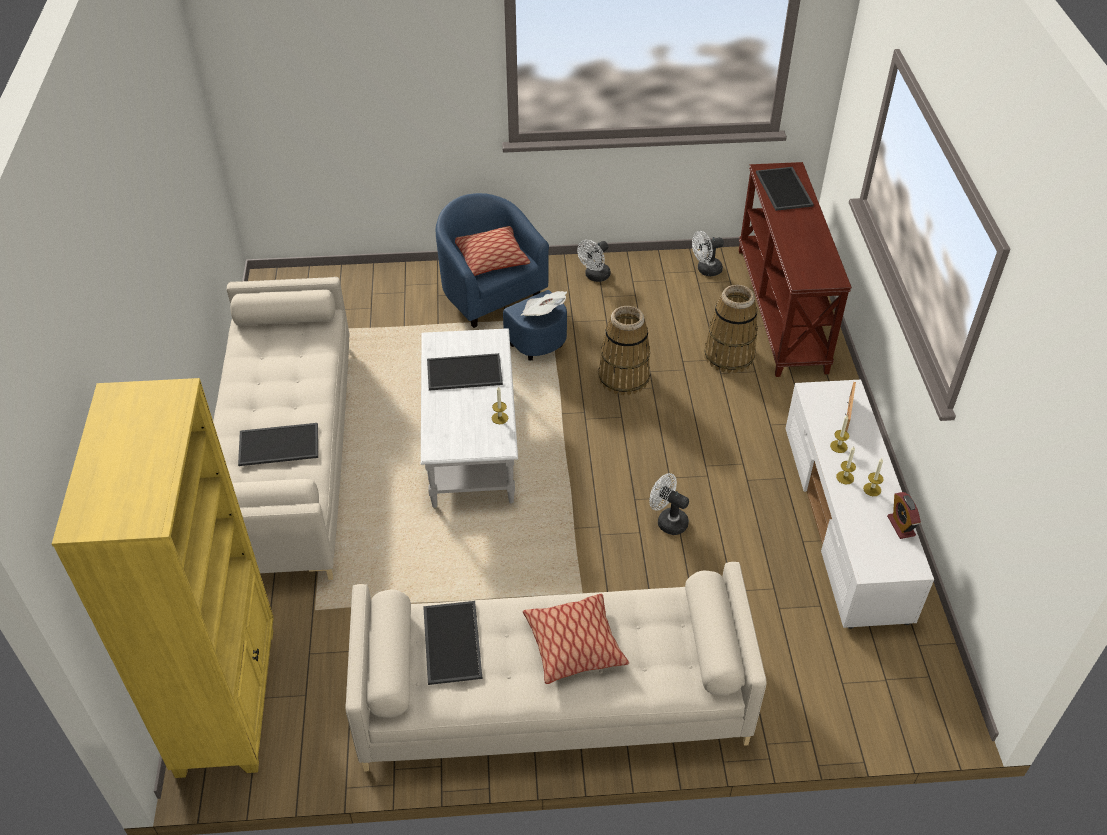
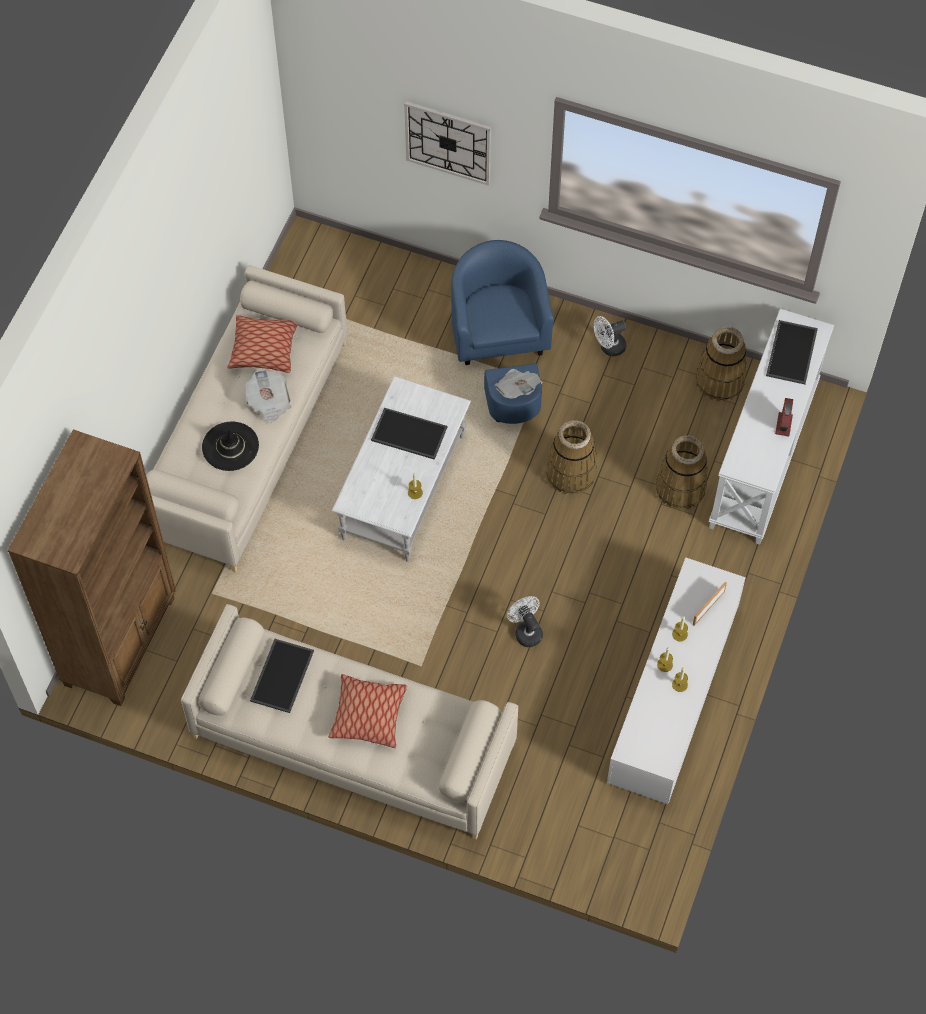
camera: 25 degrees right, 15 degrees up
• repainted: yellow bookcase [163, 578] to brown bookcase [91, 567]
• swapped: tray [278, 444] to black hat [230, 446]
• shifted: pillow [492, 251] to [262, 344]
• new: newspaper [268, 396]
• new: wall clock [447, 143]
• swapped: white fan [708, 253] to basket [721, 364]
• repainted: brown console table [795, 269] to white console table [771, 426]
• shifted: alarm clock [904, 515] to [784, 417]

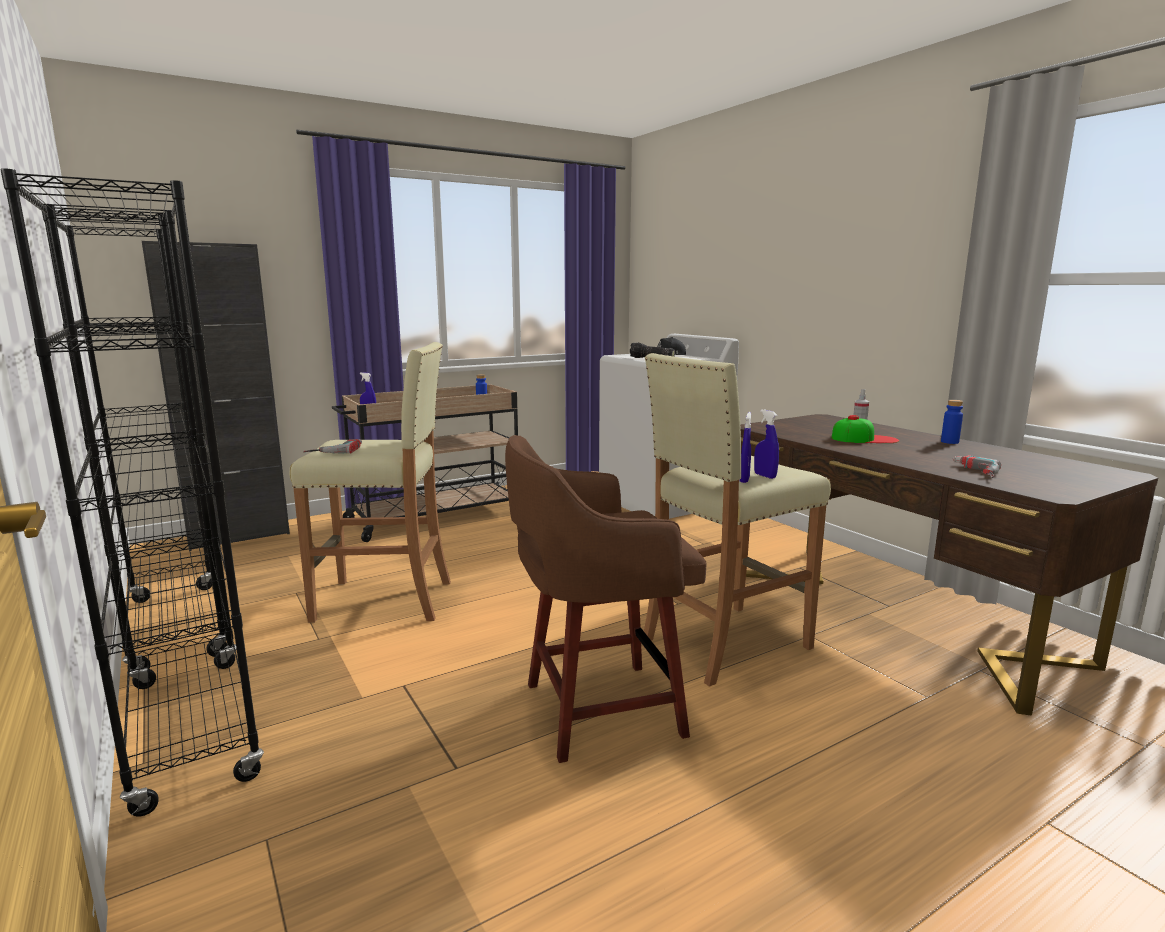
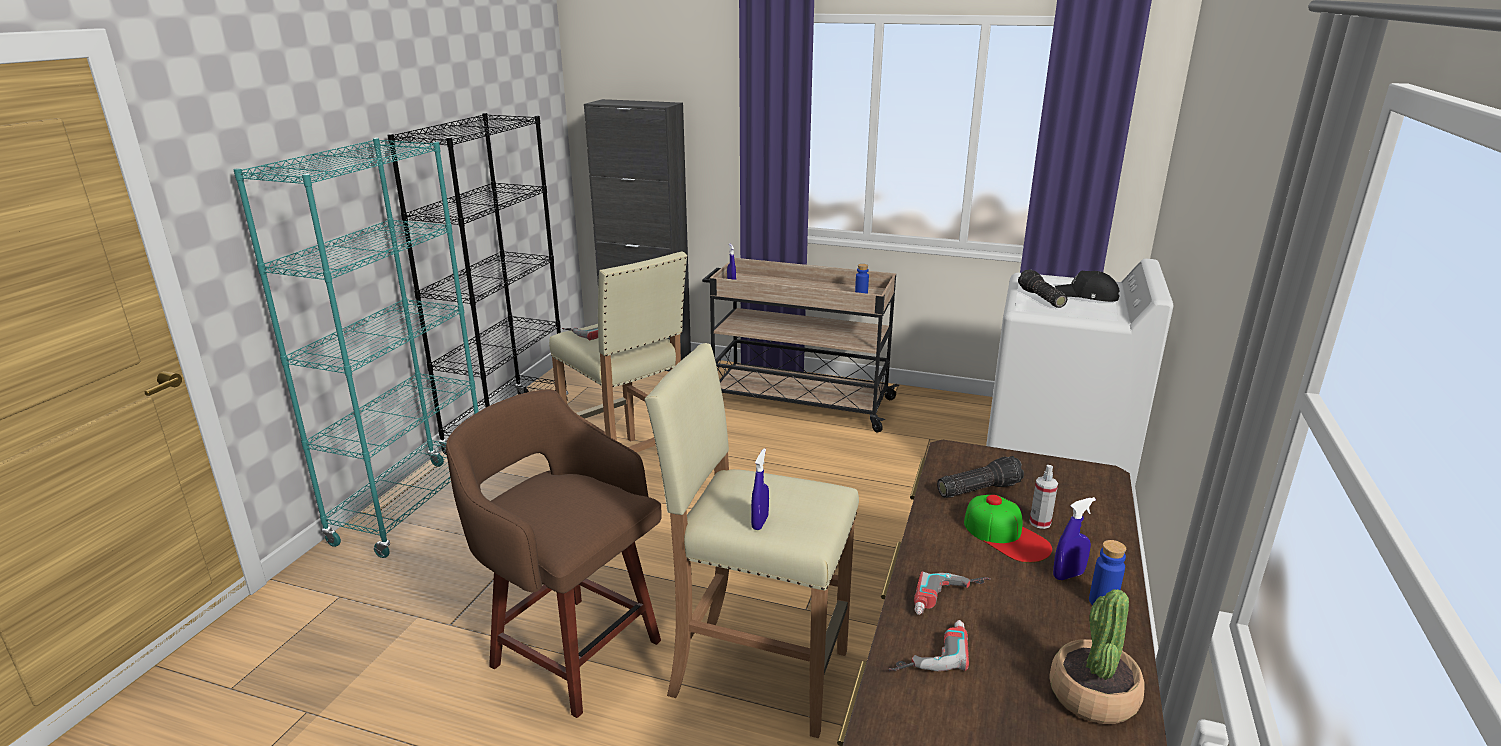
camera: 50 degrees right, 10 degrees up
• repainted: black bookcase [132, 492] to turquoise bookcase [356, 348]
• new: power drill [952, 593]
• new: flashlight [980, 477]
• new: potted plant [1097, 656]
• shifted: blue spray bottle [745, 447] to [1074, 538]

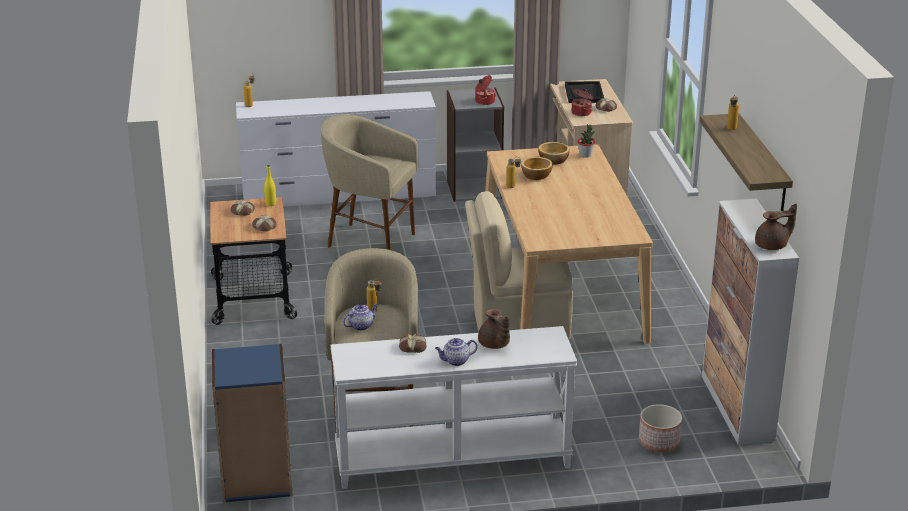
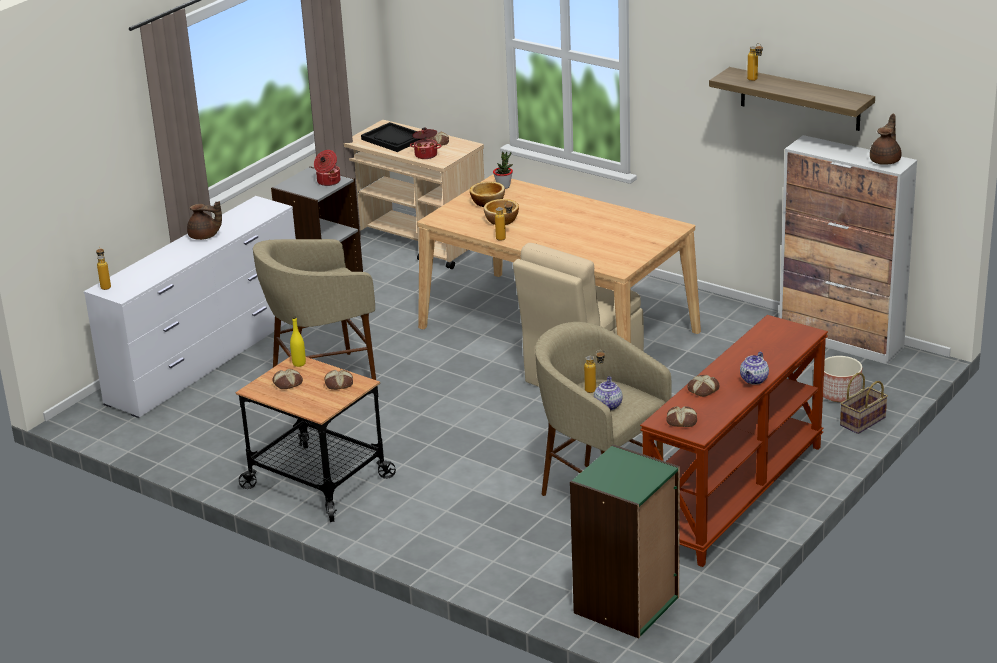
camera: 45 degrees left, 0 degrees up
• shifted: brown teapot [494, 329] to [204, 220]
• repainted: blue bookcase [252, 423] to green bookcase [625, 541]
• repainted: white console table [454, 407] to brown console table [734, 441]
• new: bread [681, 416]
• new: basket [864, 403]

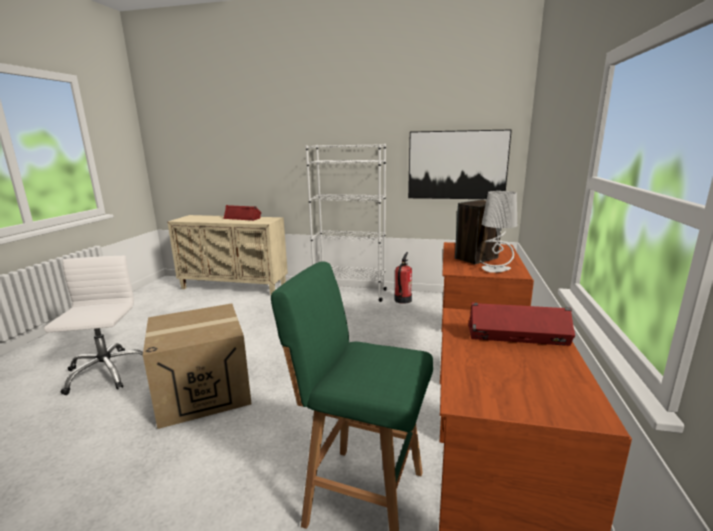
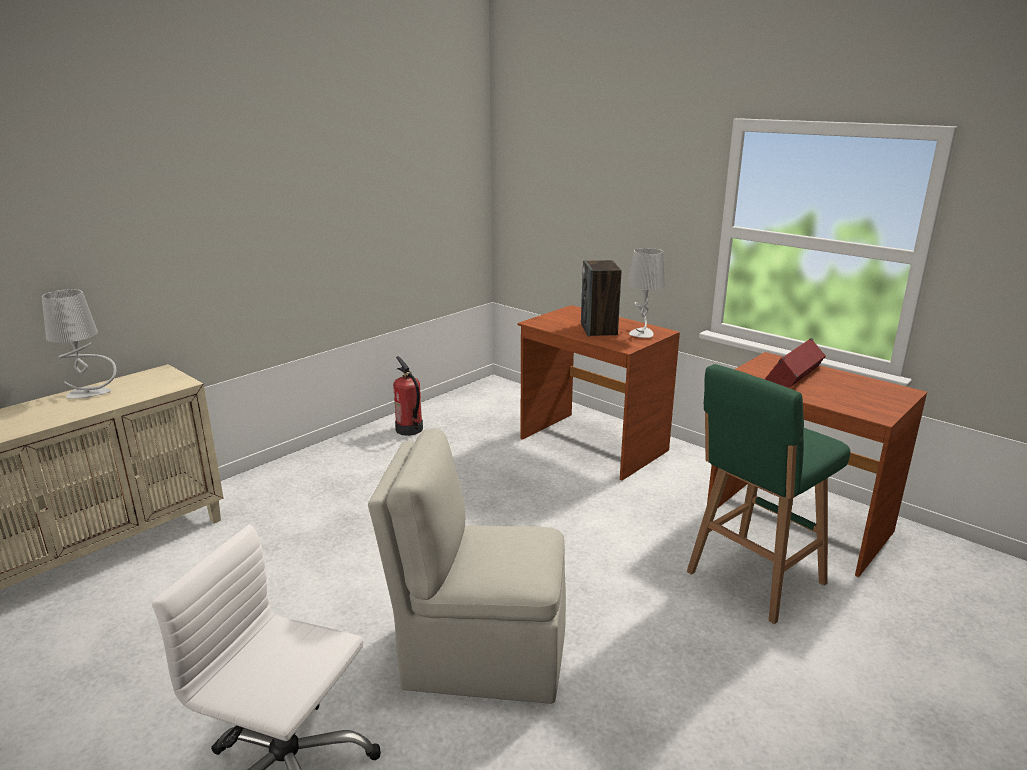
camera: 60 degrees left, 5 degrees up
• swapped: red speaker [242, 213] to grey table lamp [79, 344]
• swapped: cardboard box [197, 366] to beige chair [467, 566]
• gone: white bookcase [346, 223]
• gone: picture [460, 164]

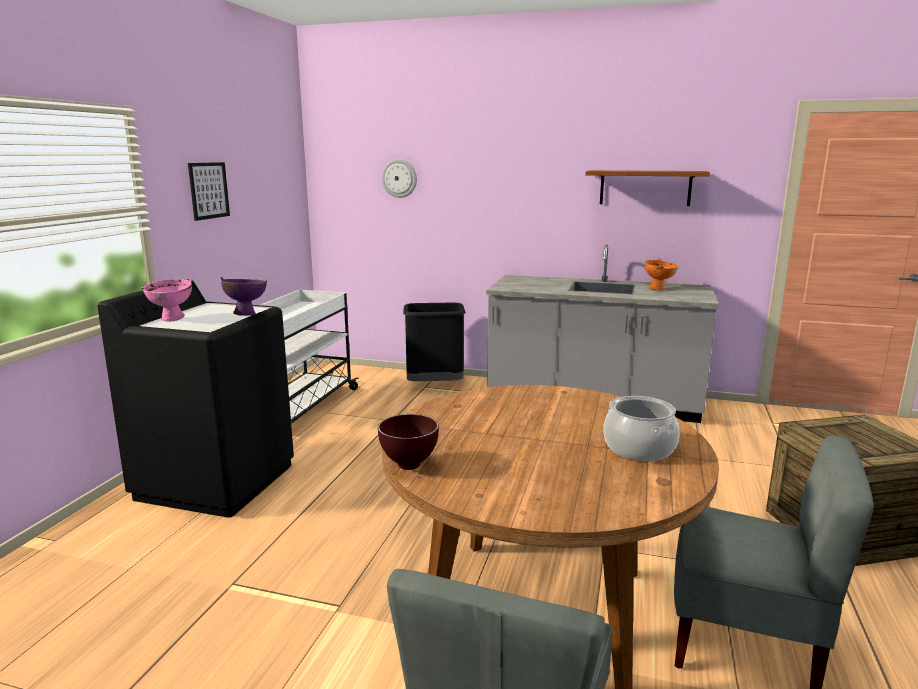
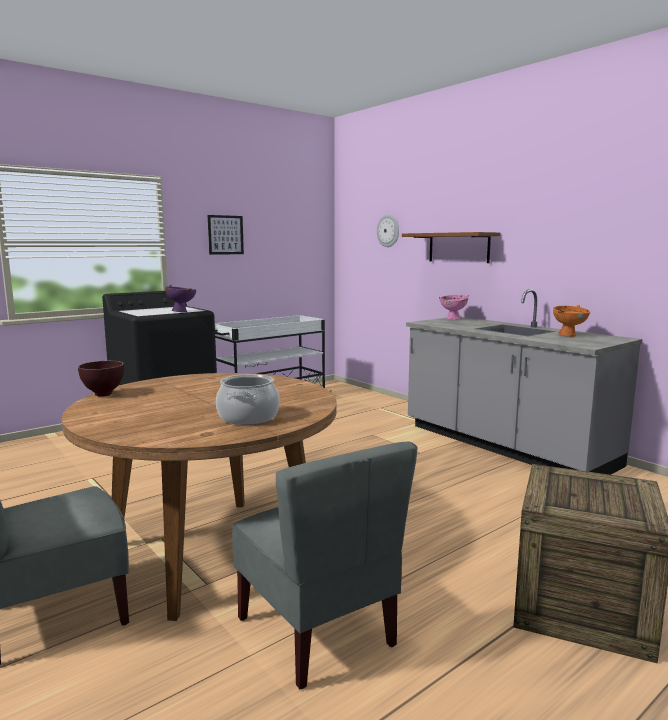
camera: 35 degrees right, 5 degrees down
• shifted: brown shelf [647, 188] to [451, 247]
• shifted: pink bowl [166, 300] to [454, 307]
• gone: black trash can [434, 342]

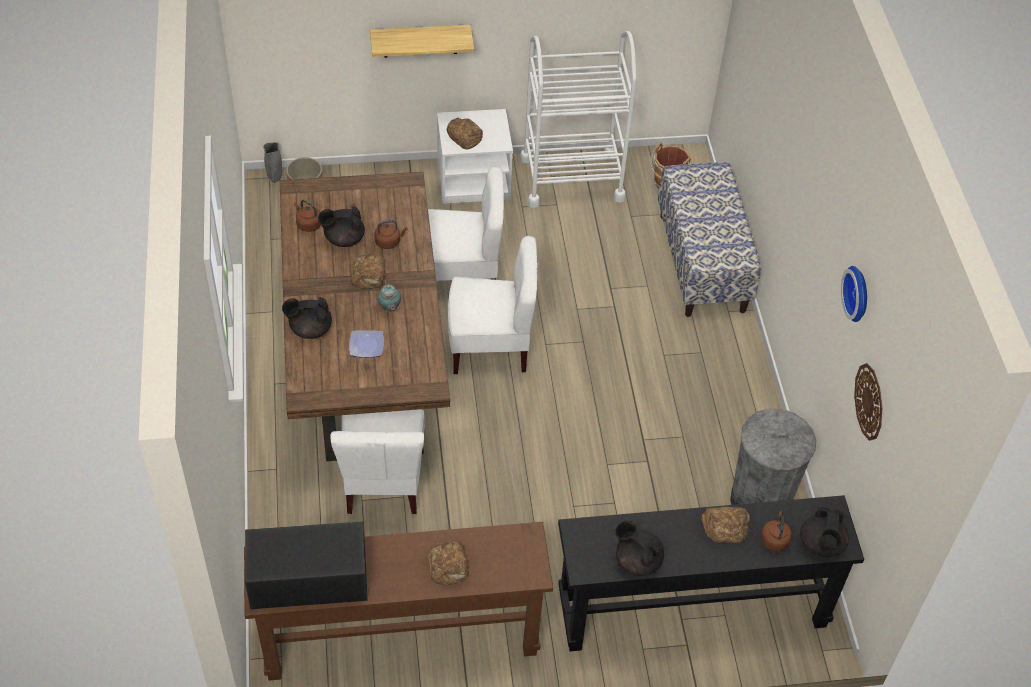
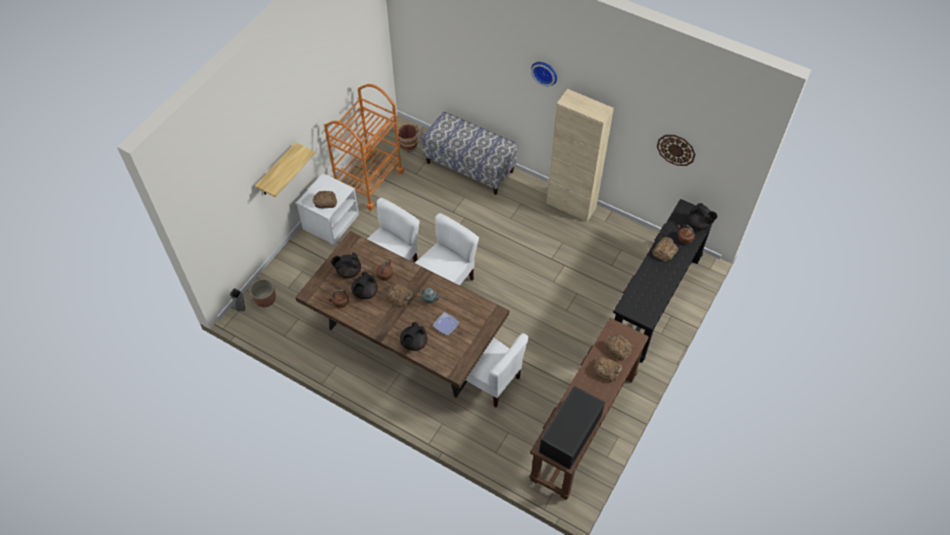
camera: 50 degrees left, 5 degrees up
• repainted: white cart [578, 119] to orange cart [364, 147]
• shifted: black teapot [639, 548] to [346, 265]
• shifted: wall clock [854, 294] to [544, 74]
• new: beige cabinet [580, 155]
• new: bread [618, 348]
• gone: grey trash can [773, 456]

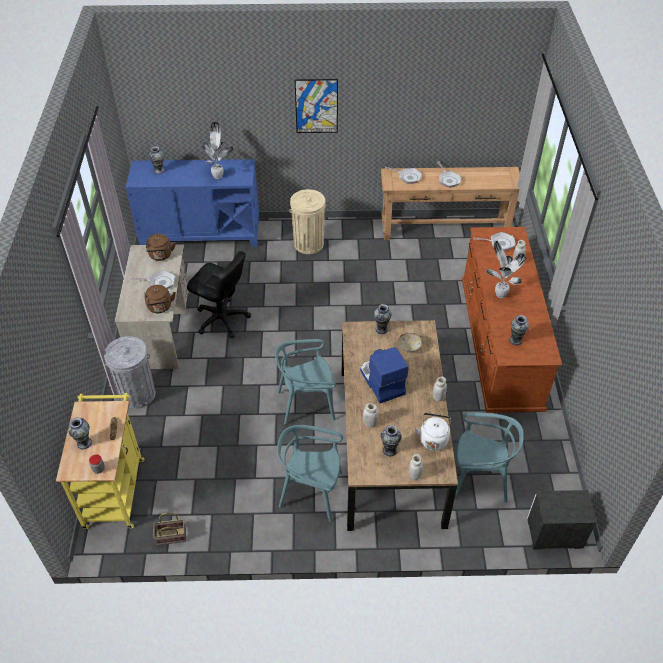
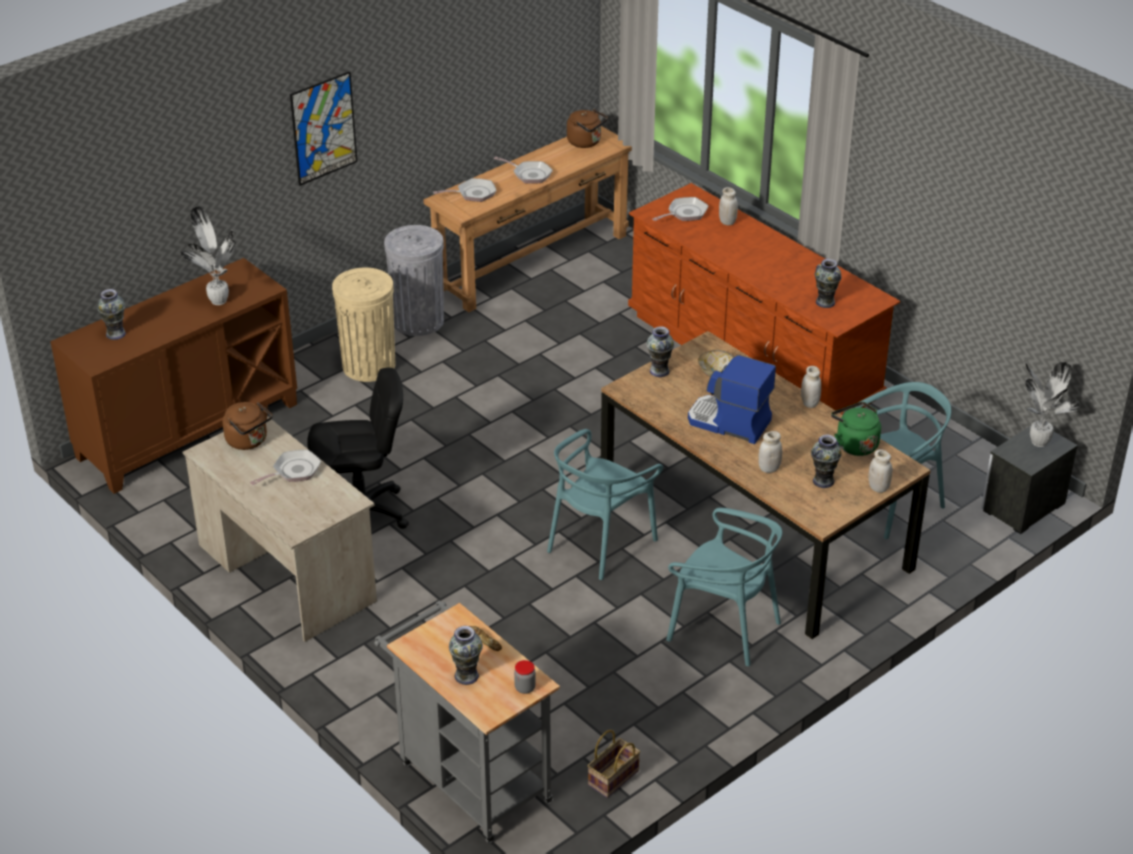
camera: 40 degrees left, 10 degrees down
• repainted: blue cabinet [192, 203] to brown cabinet [173, 376]
• repainted: yellow cart [100, 461] to grey cart [467, 722]
• shifted: grey trash can [130, 372] to [414, 280]
• shifted: brown kettle [160, 299] to [587, 128]
• rotated: turquoise chair [310, 473] = [724, 587] 120 degrees counterclockwise
• repainted: white kettle [432, 432] to green kettle [856, 429]
• shifted: potted plant [506, 269] to [1052, 403]

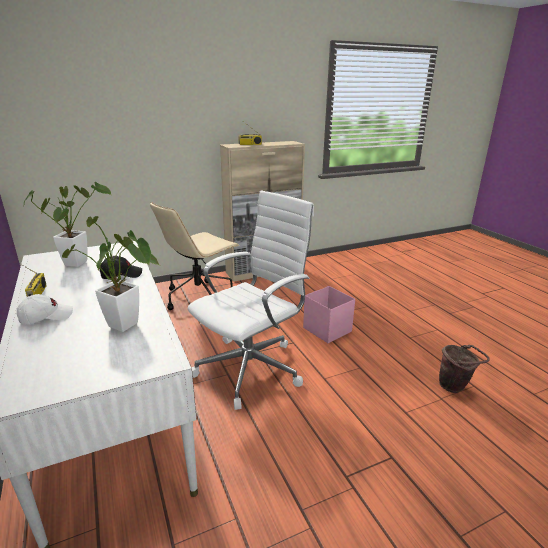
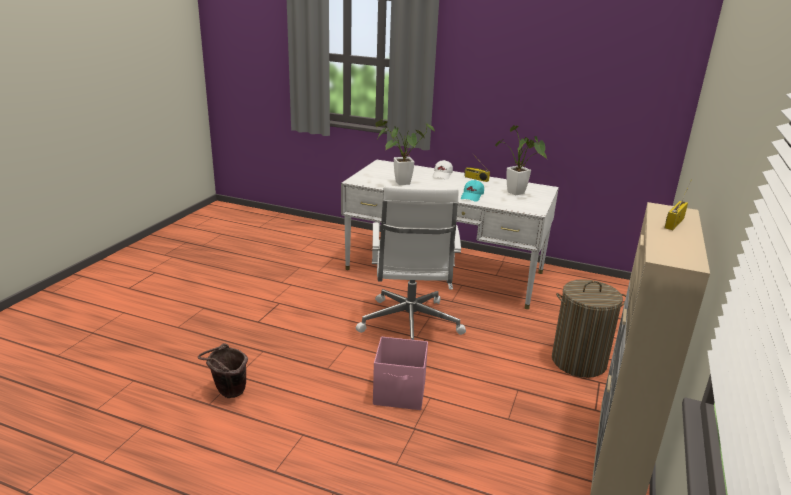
camera: 135 degrees right, 0 degrees up
• repainted: black cap [120, 267] to turquoise cap [472, 191]
• swapped: beige office chair [194, 256] to laundry basket [589, 328]

